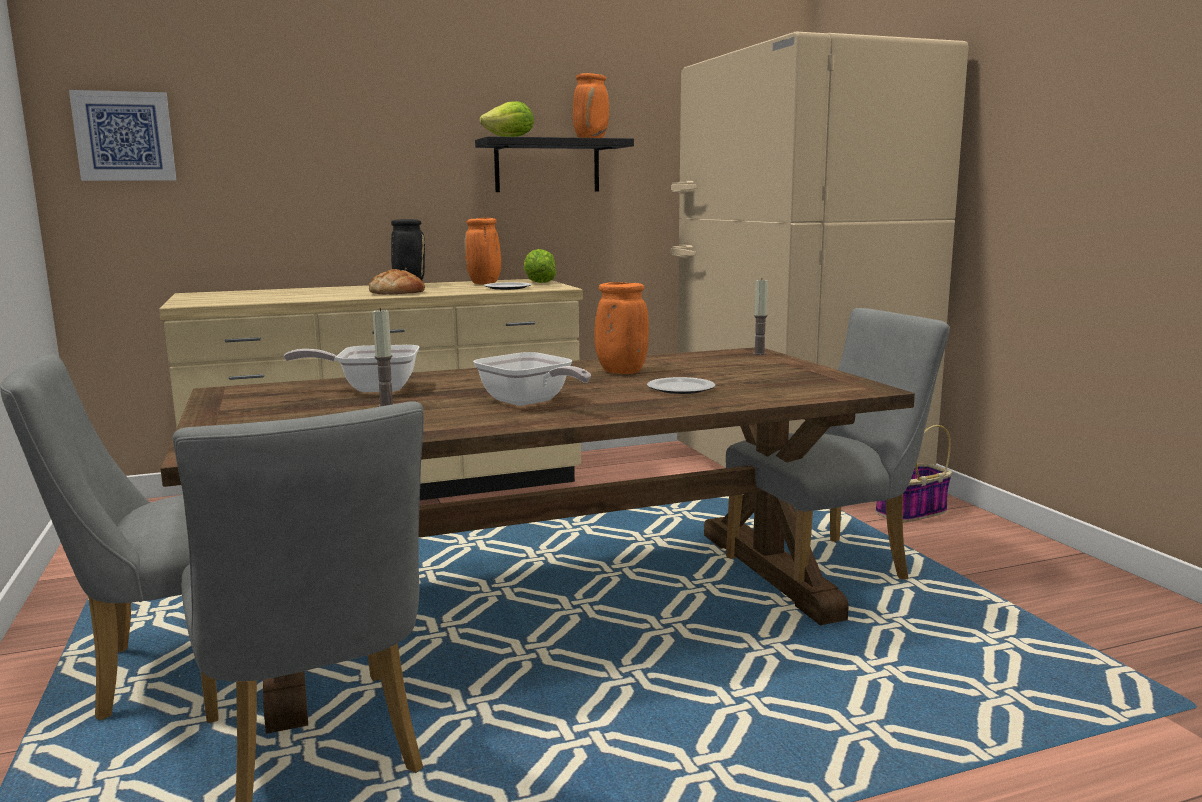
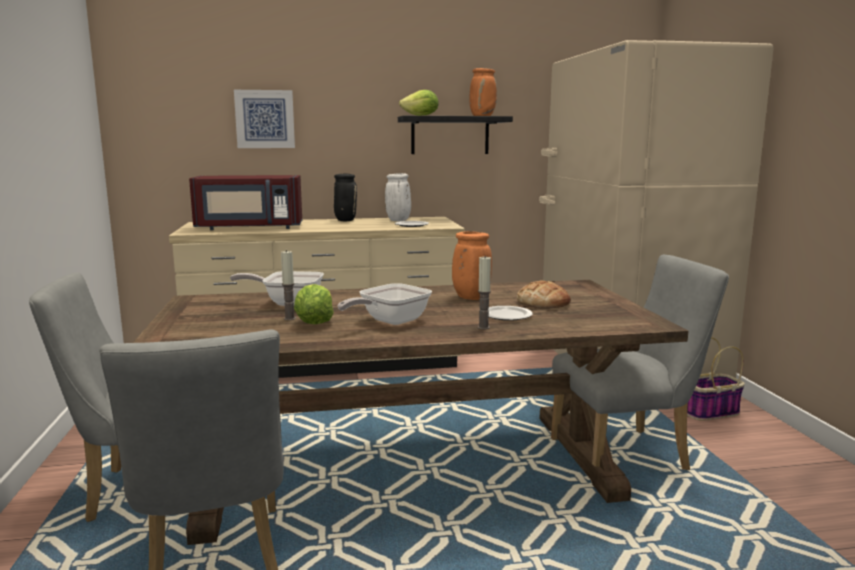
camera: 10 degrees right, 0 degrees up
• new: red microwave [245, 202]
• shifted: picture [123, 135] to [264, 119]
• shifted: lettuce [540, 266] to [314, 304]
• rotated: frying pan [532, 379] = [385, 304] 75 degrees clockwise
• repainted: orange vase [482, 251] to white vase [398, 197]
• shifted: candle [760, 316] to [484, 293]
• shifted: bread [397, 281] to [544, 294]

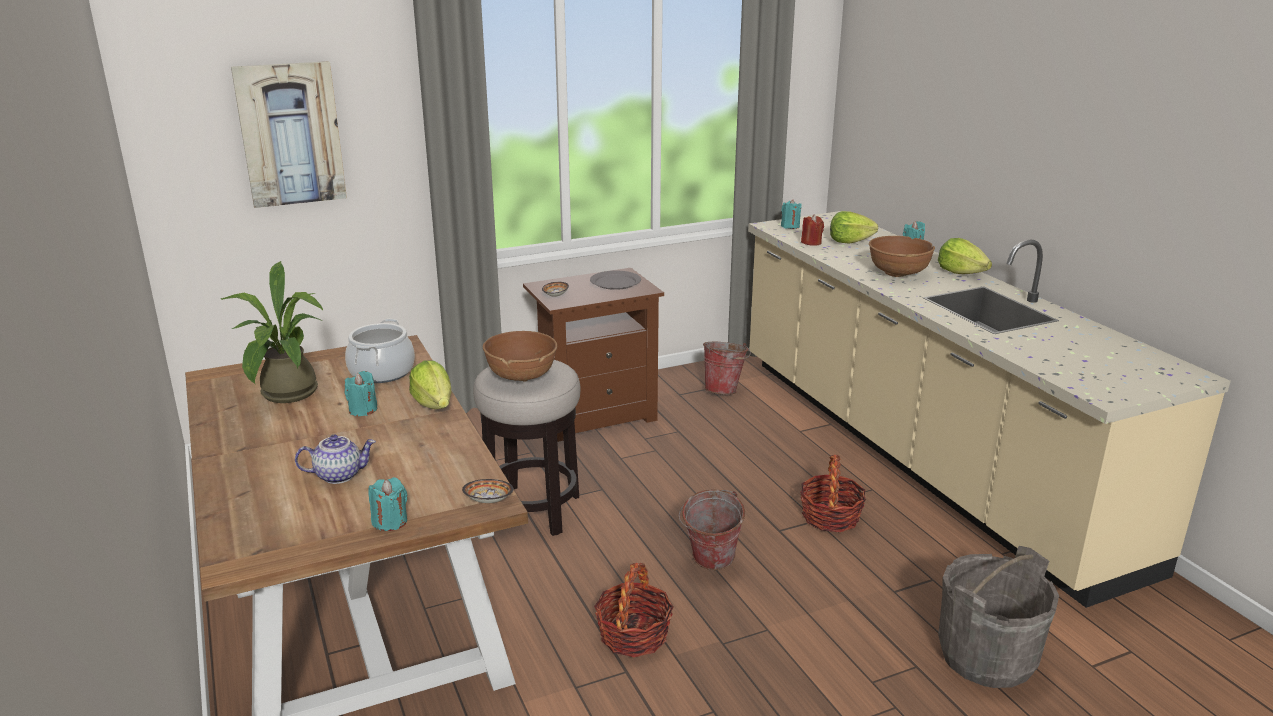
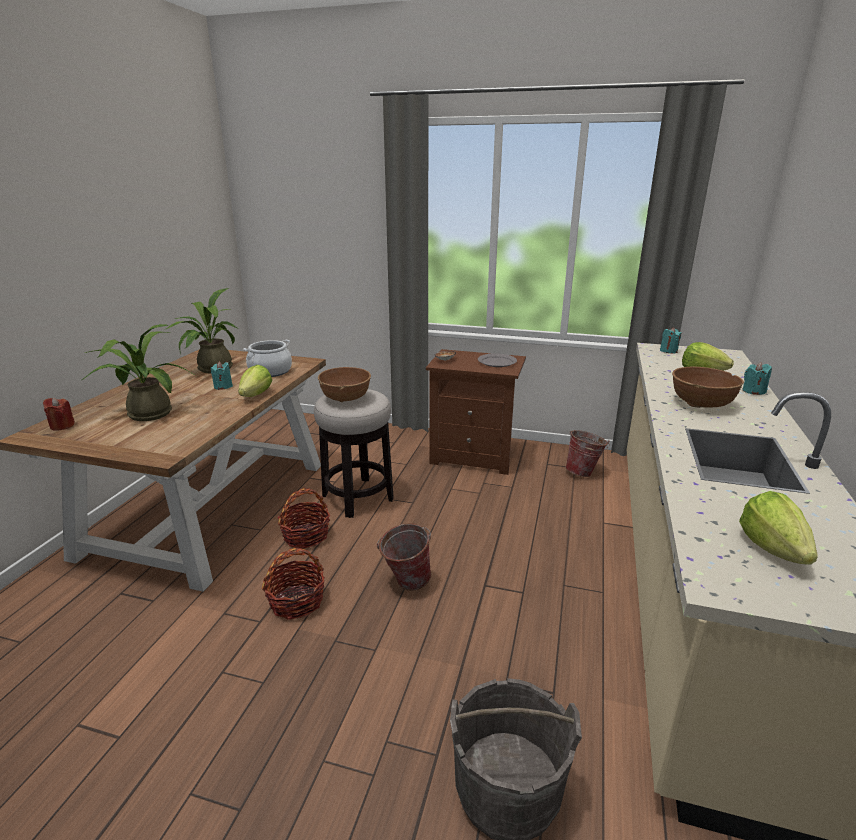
camera: 40 degrees right, 0 degrees up
• shifted: red candle [812, 230] to [59, 414]
• swapped: teapot [335, 459] to potted plant [139, 372]
• shifted: basket [833, 493] to [304, 518]
• shifted: lettuce [965, 256] to [778, 528]
• gone: picture [289, 134]
• gone: turquoise candle [387, 504]
• gone: bowl [488, 491]

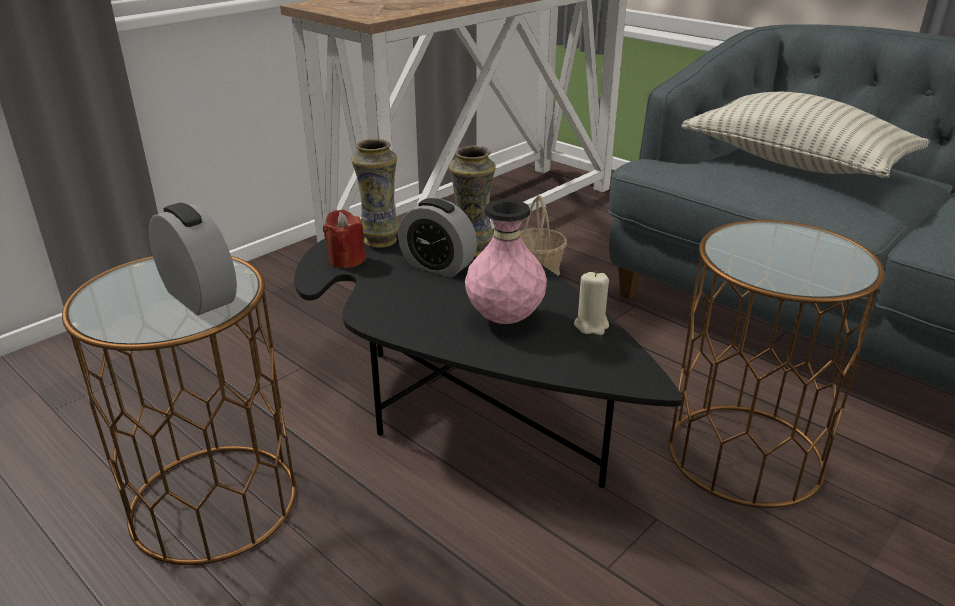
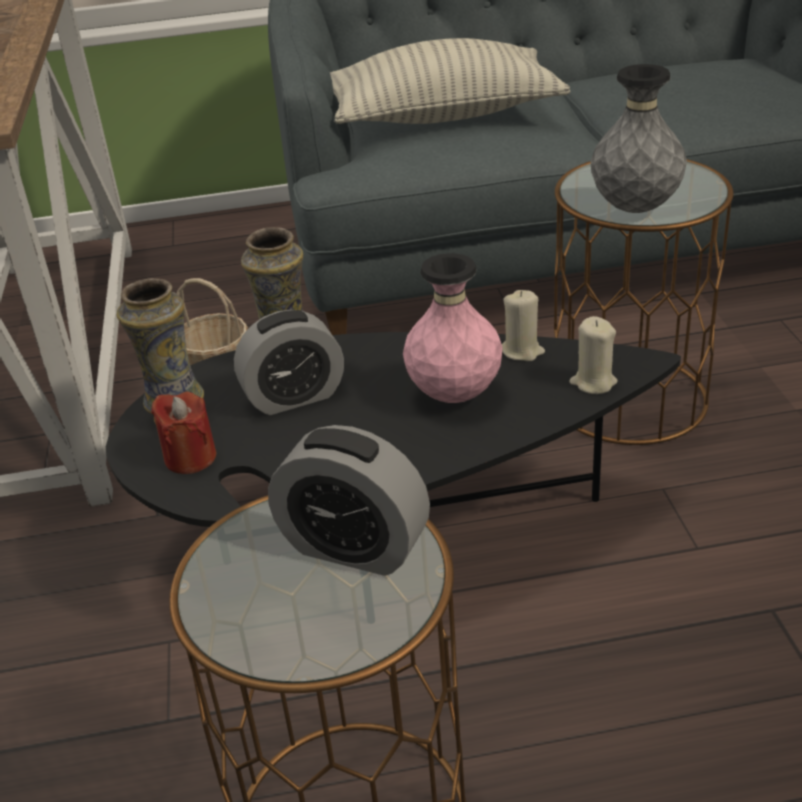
camera: 50 degrees left, 5 degrees up
• rotated: alarm clock [193, 259] = [349, 500] 150 degrees counterclockwise
• new: beige candle [593, 355]
• new: grey vase [639, 138]

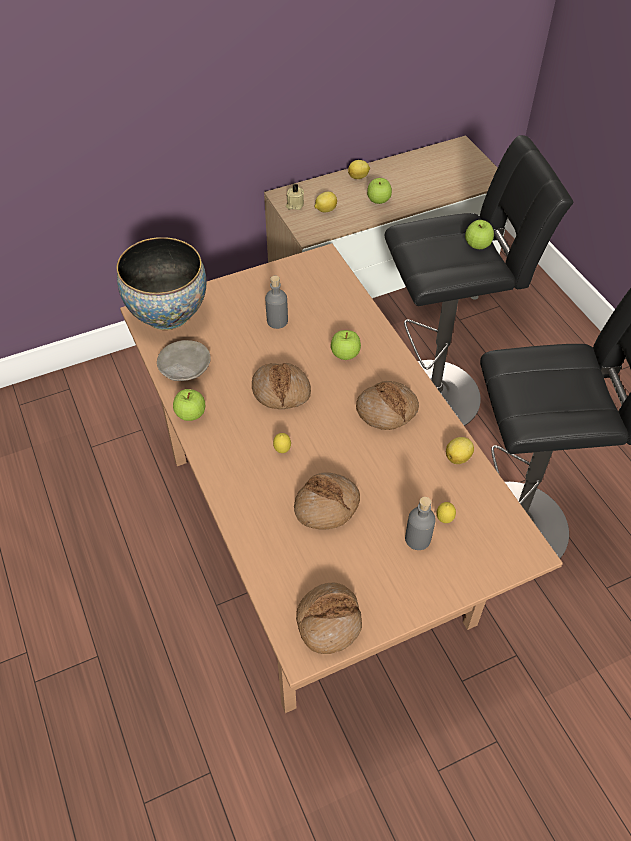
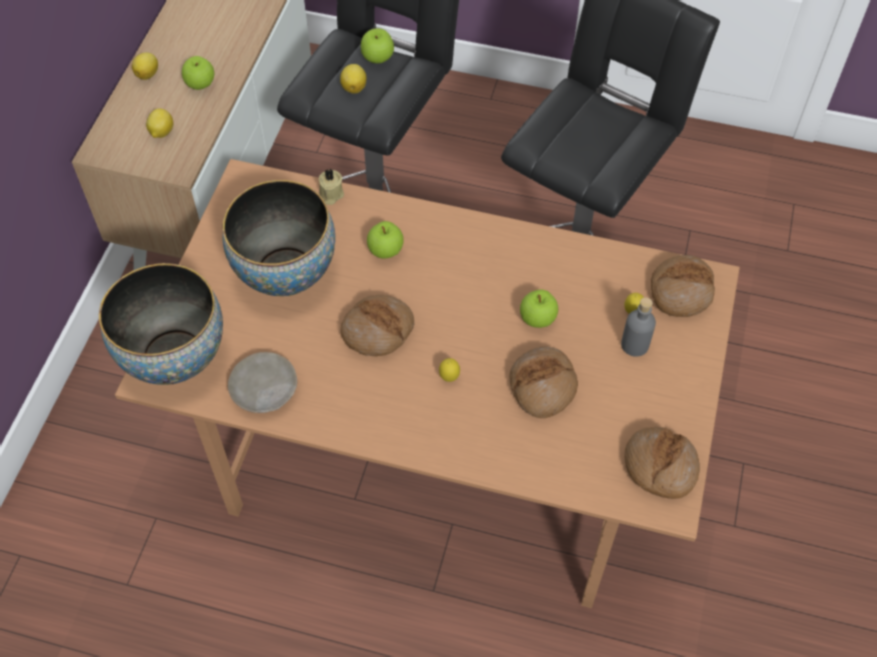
camera: 50 degrees left, 5 degrees up
• swapped: grey bottle [276, 302] to bowl [279, 238]
• shifted: beige candle [295, 197] to [331, 187]
• shifted: lemon [460, 450] to [353, 79]
• shifted: apple [189, 405] to [539, 308]
• shifted: bread [387, 405] to [683, 286]

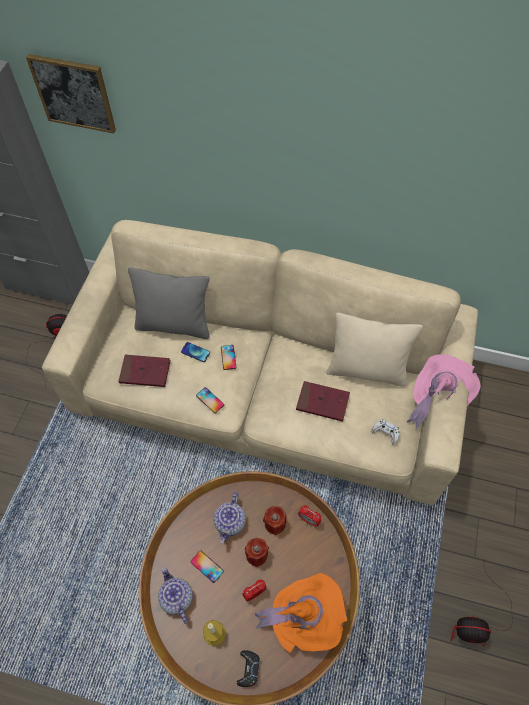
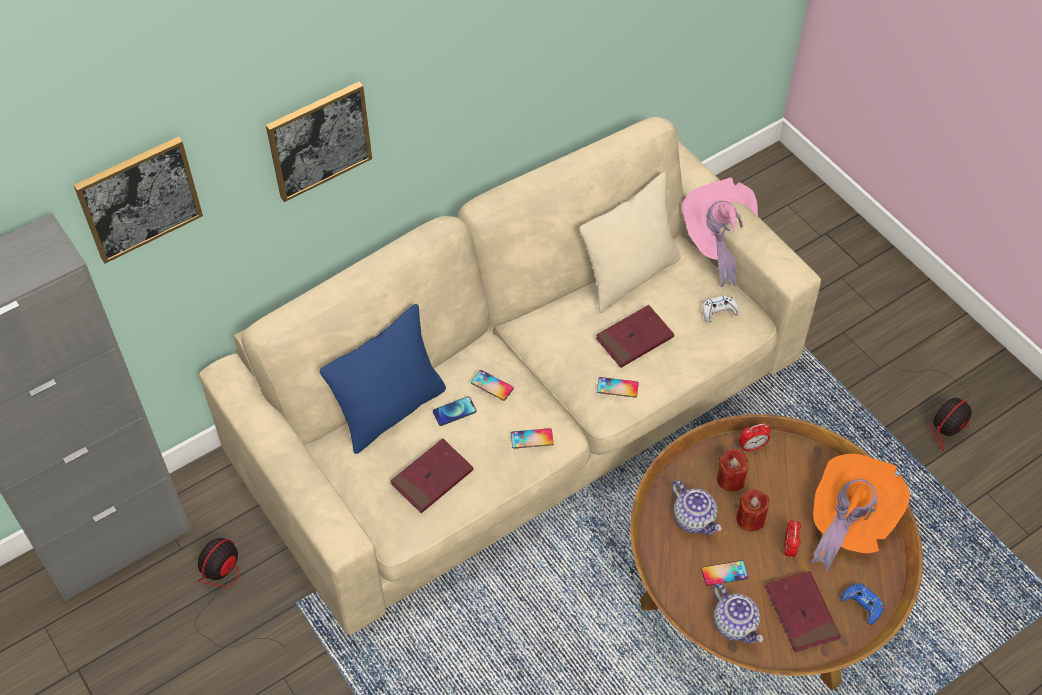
camera: 50 degrees left, 5 degrees down
• new: picture [319, 141]
• repainted: grey pillow [169, 303] to blue pillow [383, 379]
• new: phone [618, 387]
• rotated: teapot [175, 595] = [738, 613] 135 degrees counterclockwise
• swapped: candle [214, 633] to red book [803, 611]
• repainted: black game controller [248, 668] to blue game controller [862, 604]

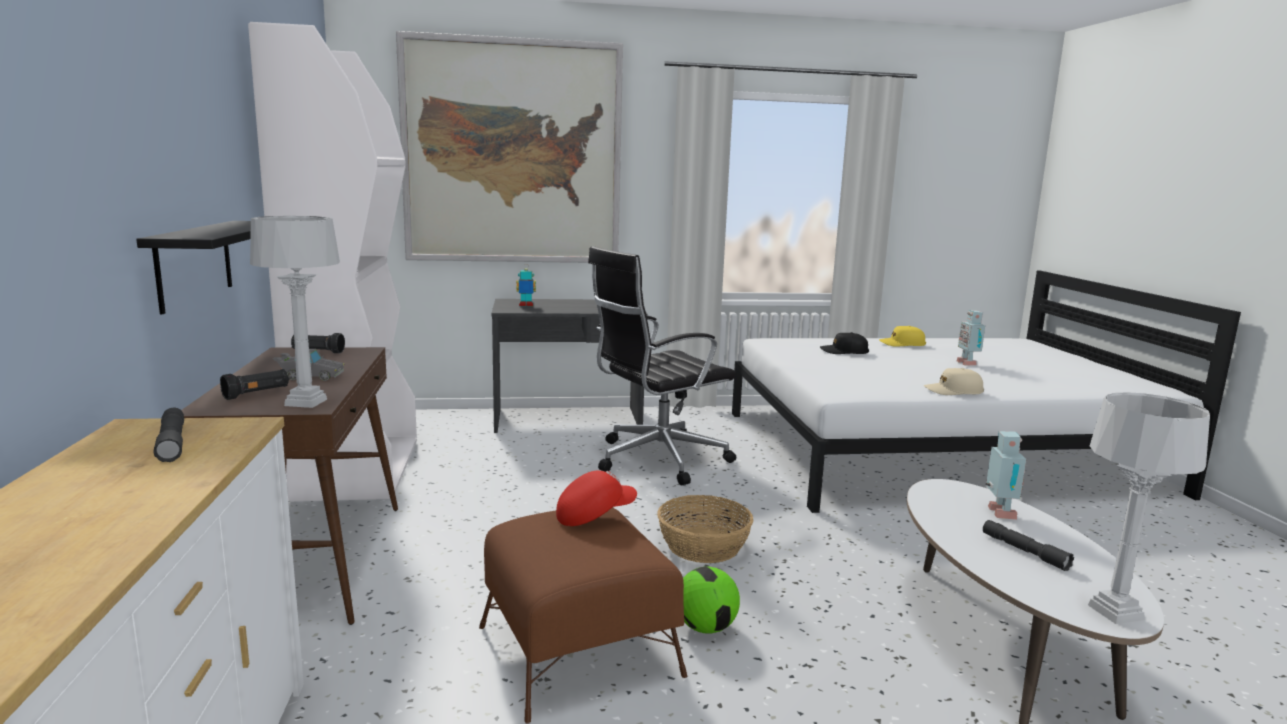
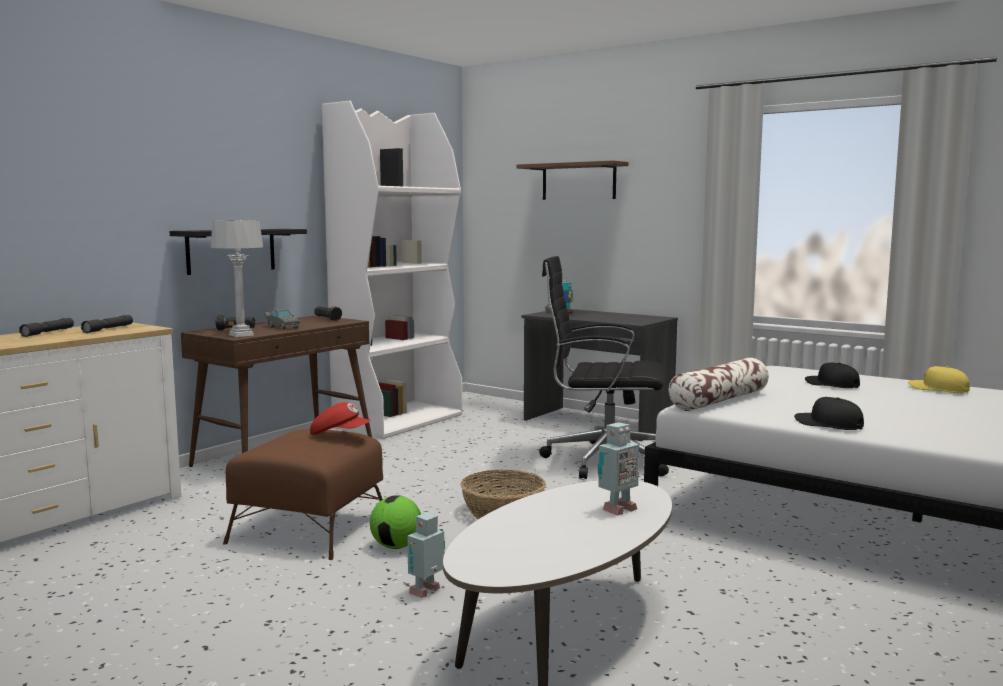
camera: 45 degrees right, 5 degrees down
• shifted: grey flashlight [1028, 545] to [46, 327]
• shifted: toy robot [971, 338] to [426, 555]
• swapped: picture [509, 147] to brown shelf [572, 180]
• new: pillow [719, 384]
• repainted: beige cap [954, 381] to black cap [829, 413]
• gone: grey table lamp [1149, 508]

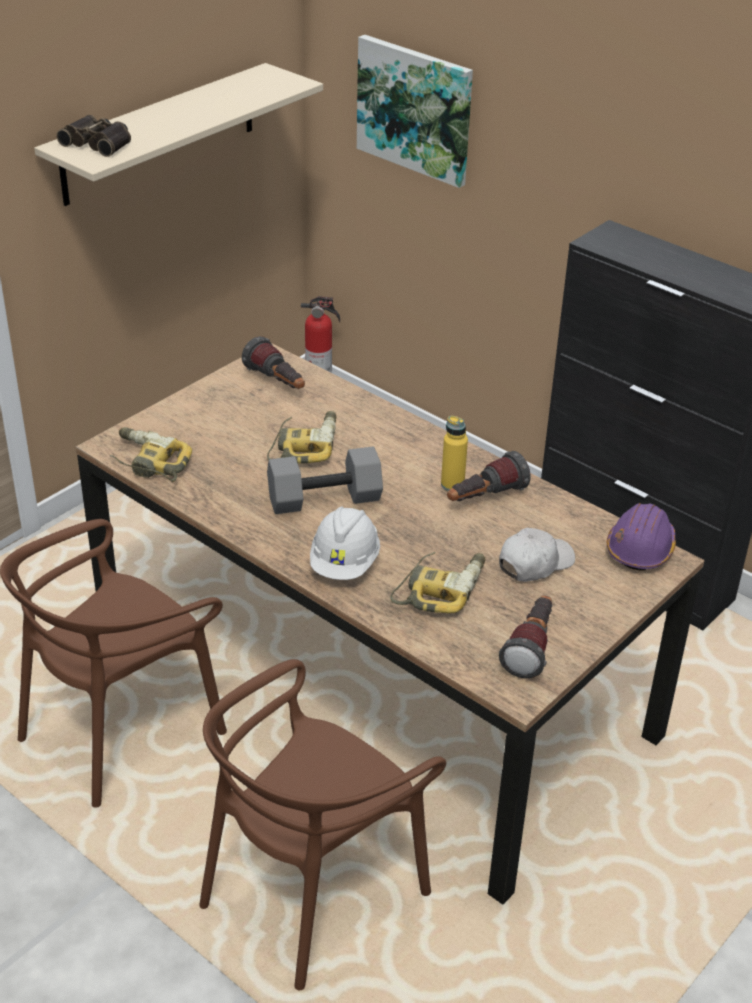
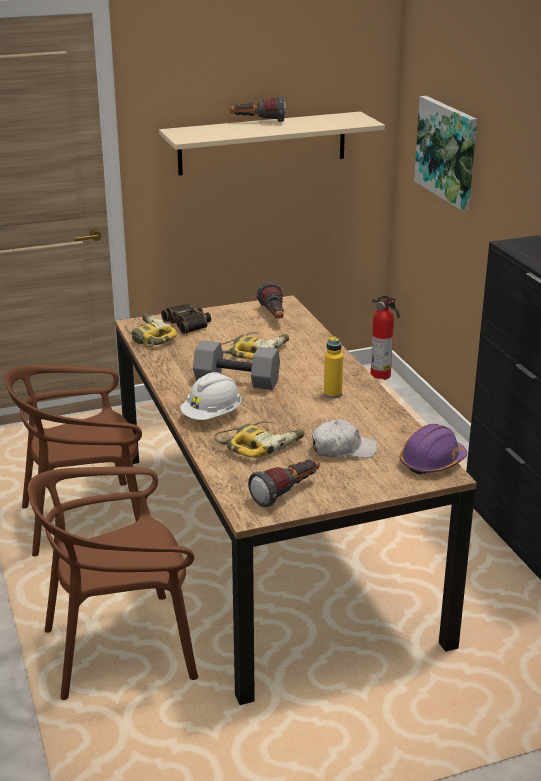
camera: 30 degrees right, 10 degrees down
• shifted: binoculars [93, 136] to [186, 318]
• shifted: flashlight [489, 476] to [258, 109]

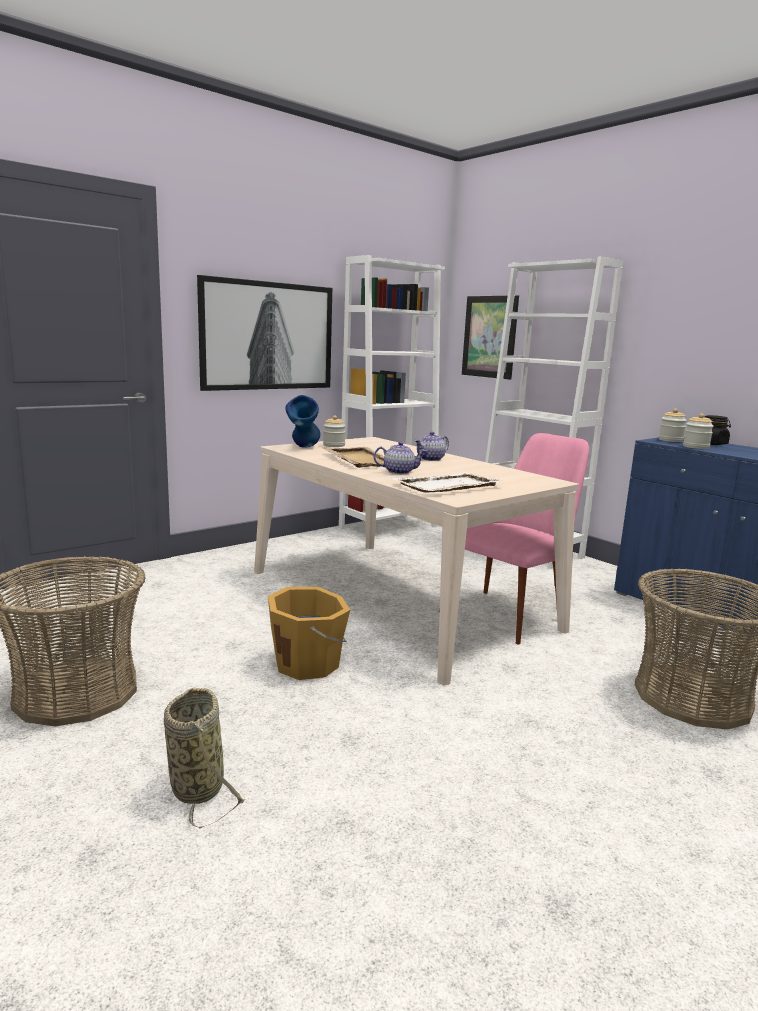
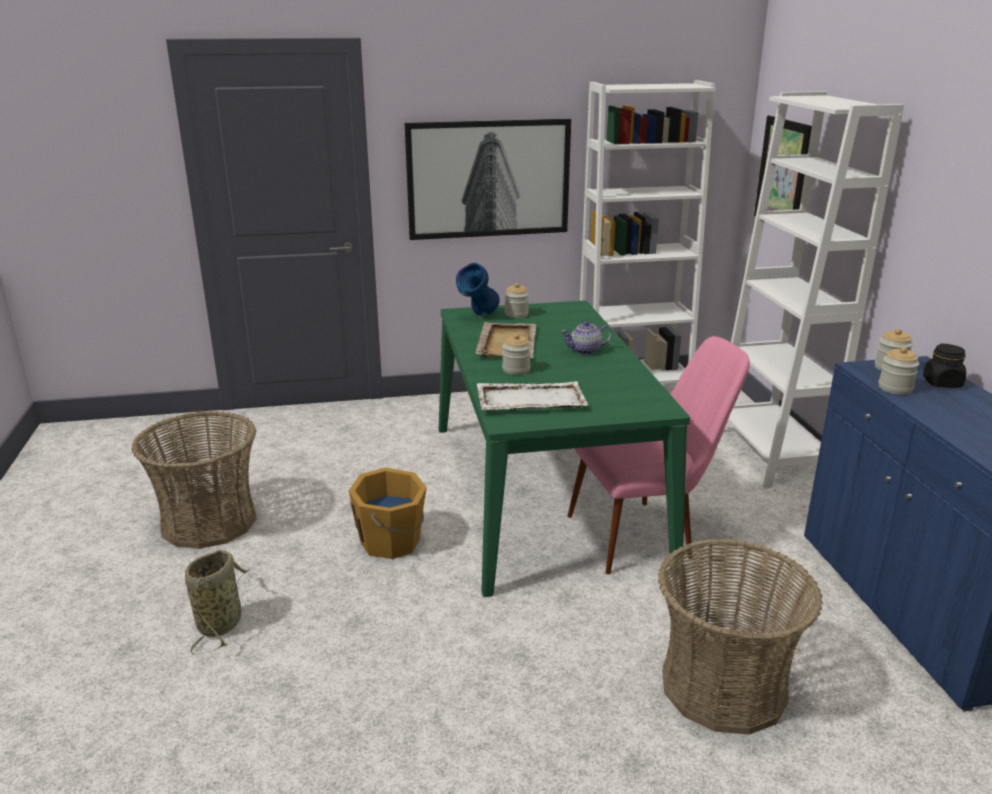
camera: 30 degrees right, 10 degrees up
• repainted: beige dining table [416, 561] to green dining table [564, 449]
• swapped: teapot [400, 458] to jar [516, 354]

